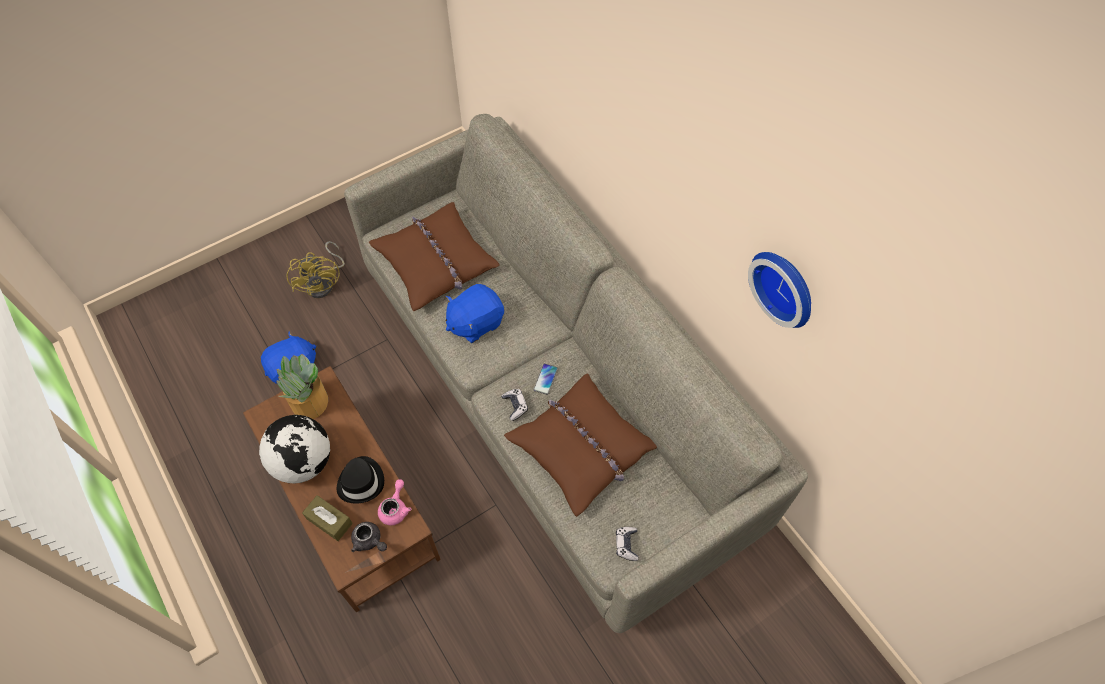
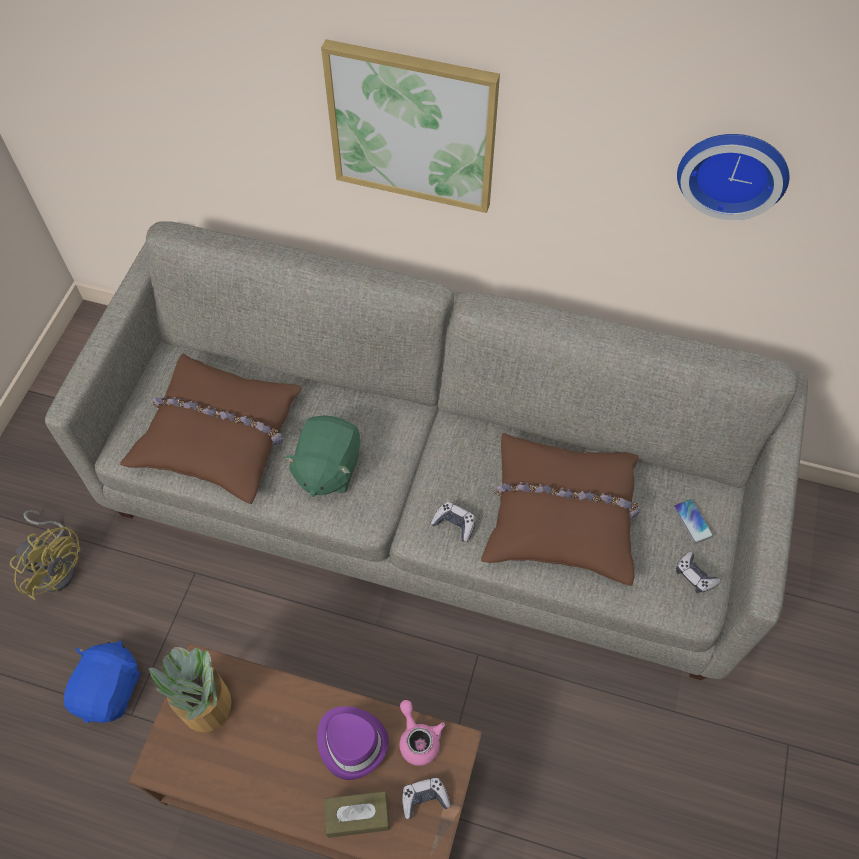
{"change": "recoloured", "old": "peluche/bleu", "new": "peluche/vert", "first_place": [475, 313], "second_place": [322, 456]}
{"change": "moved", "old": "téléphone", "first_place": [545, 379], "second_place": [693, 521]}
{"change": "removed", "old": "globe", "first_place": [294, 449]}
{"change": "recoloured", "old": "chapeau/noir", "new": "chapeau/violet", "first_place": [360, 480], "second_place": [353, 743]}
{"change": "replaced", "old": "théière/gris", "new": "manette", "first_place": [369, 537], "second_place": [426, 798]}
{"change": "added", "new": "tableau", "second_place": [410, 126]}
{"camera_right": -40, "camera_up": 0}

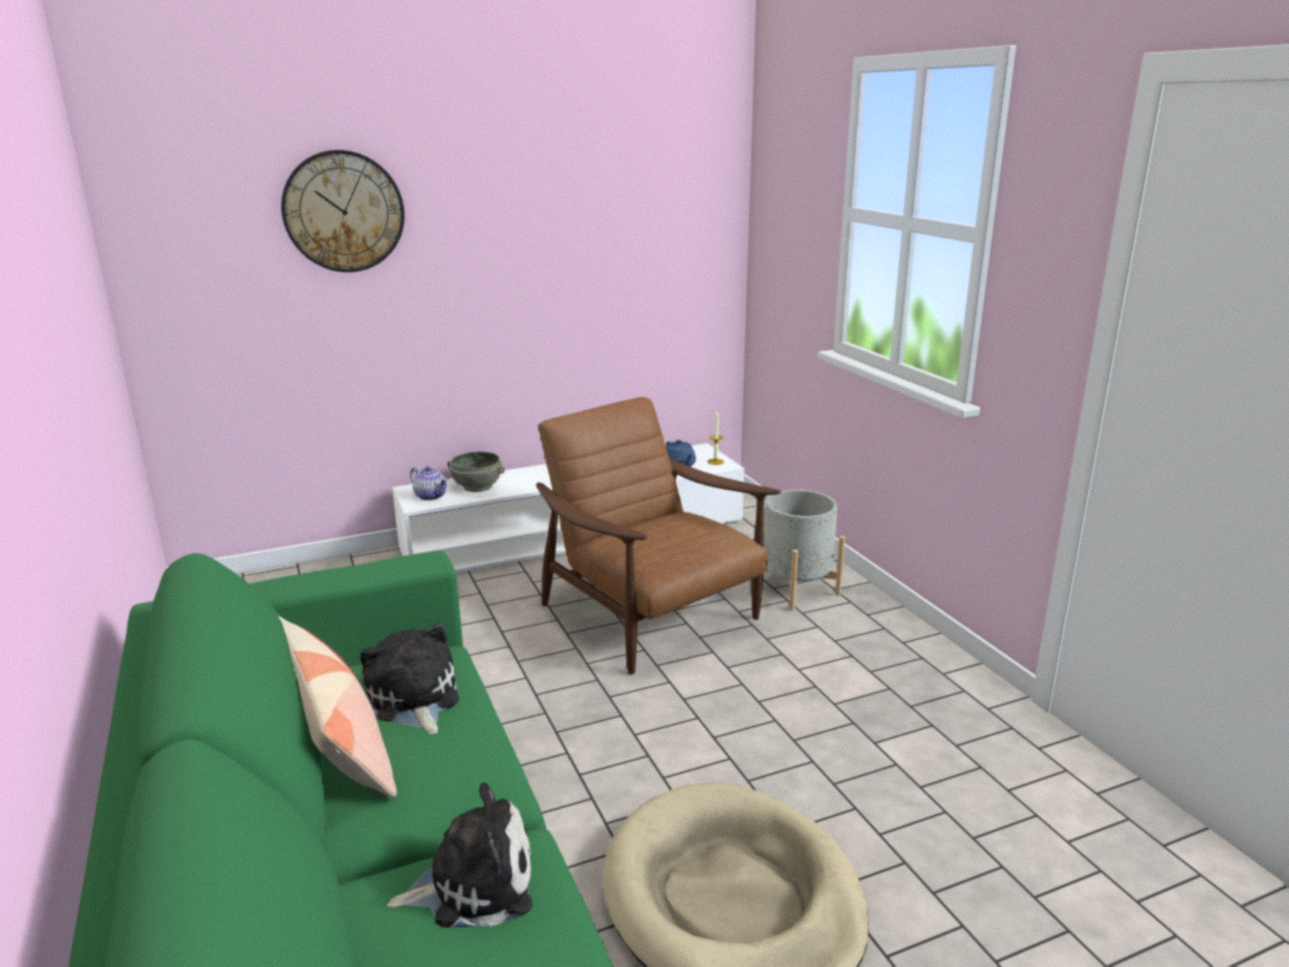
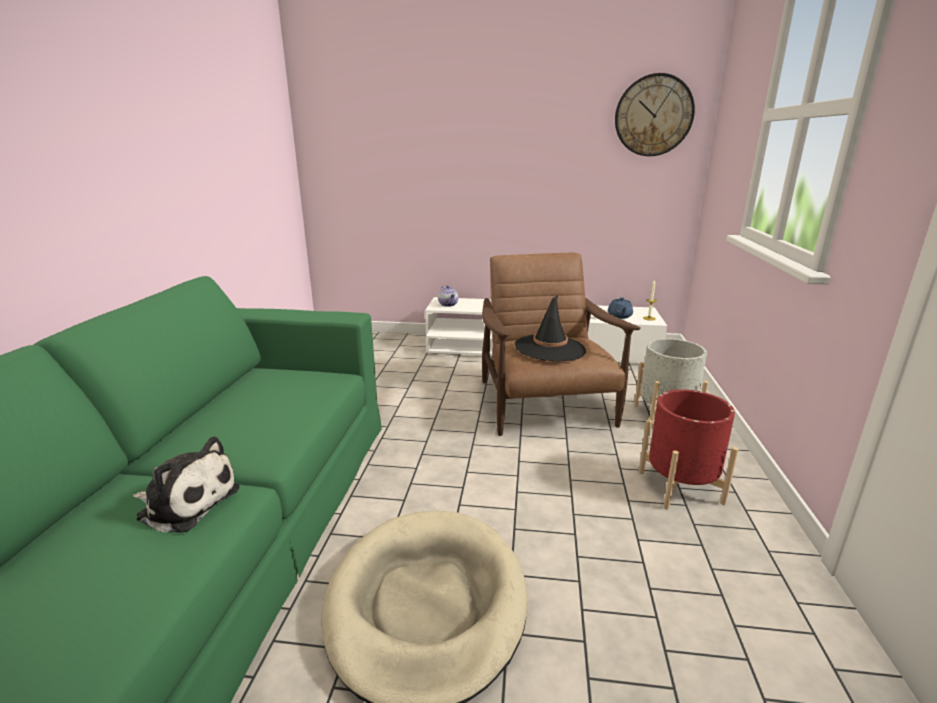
{"change": "moved", "old": "horloge murale", "first_place": [343, 211], "second_place": [655, 114]}
{"change": "removed", "old": "bol/gris", "first_place": [476, 472]}
{"change": "removed", "old": "coussin", "first_place": [337, 706]}
{"change": "removed", "old": "peluche", "first_place": [409, 678]}
{"change": "added", "new": "chapeau/noir", "second_place": [550, 328]}
{"change": "added", "new": "cache-pot/rouge", "second_place": [689, 449]}
{"camera_right": 30, "camera_up": 0}

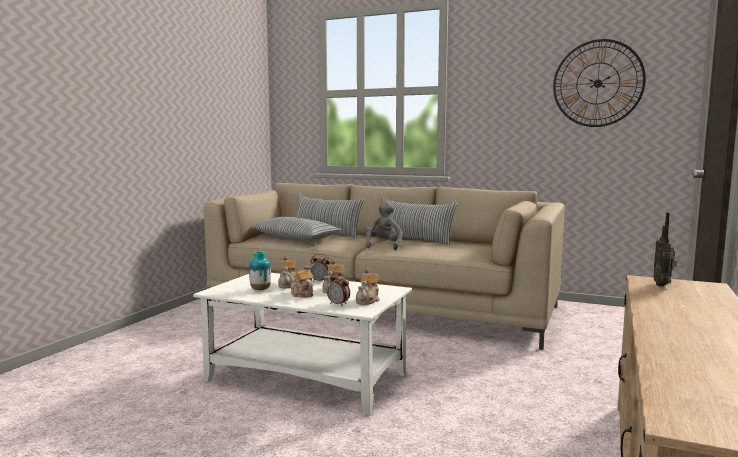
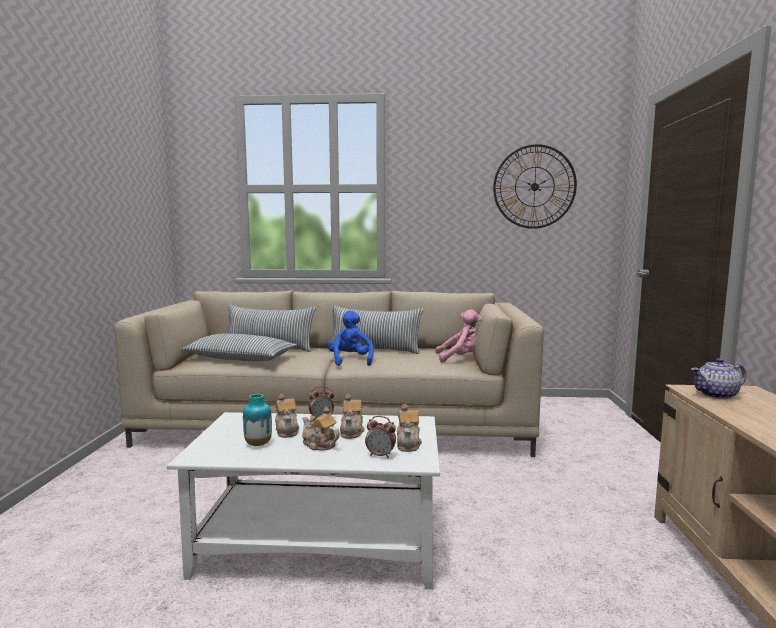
{"change": "recoloured", "old": "peluche/gris", "new": "peluche/bleu", "first_place": [384, 225], "second_place": [350, 338]}
{"change": "replaced", "old": "radio", "new": "théière", "first_place": [665, 249], "second_place": [718, 378]}
{"change": "added", "new": "peluche/rose", "second_place": [458, 336]}
{"camera_right": -20, "camera_up": 0}

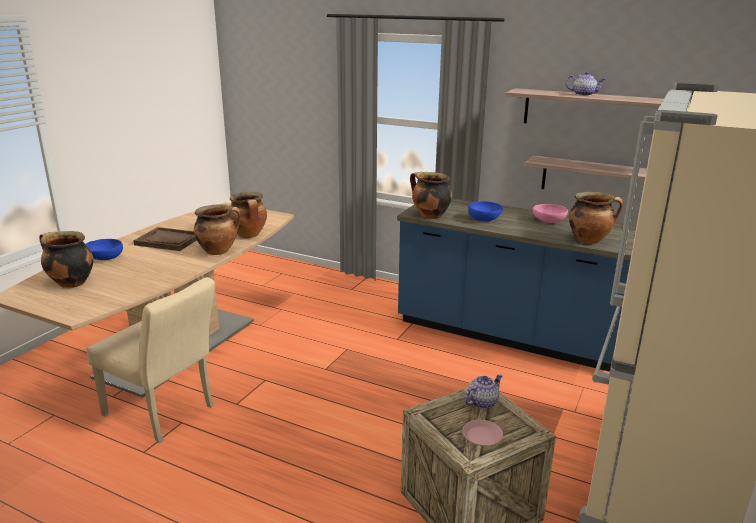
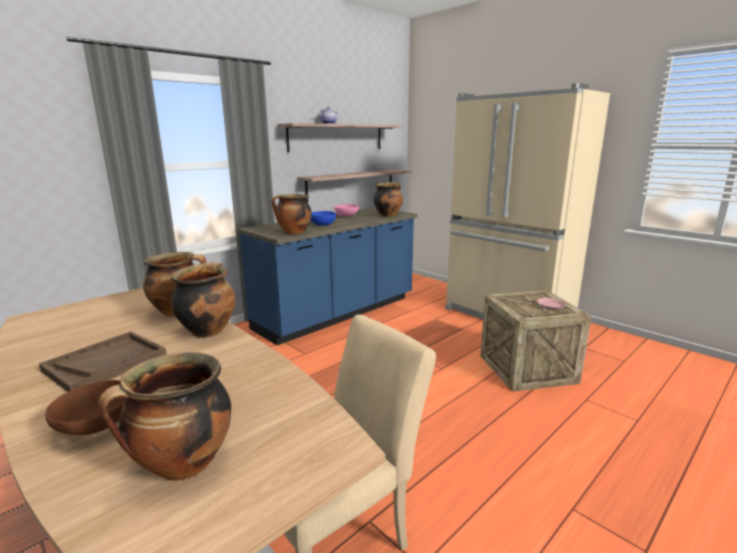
{"change": "recoloured", "old": "bol/bleu", "new": "bol/marron", "first_place": [104, 249], "second_place": [85, 407]}
{"change": "removed", "old": "théière", "first_place": [483, 391]}
{"camera_right": -70, "camera_up": -5}

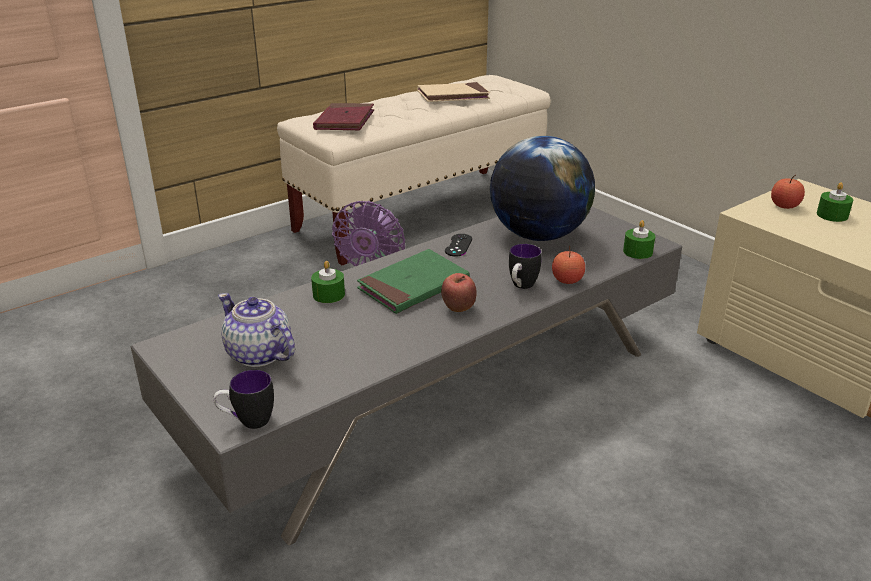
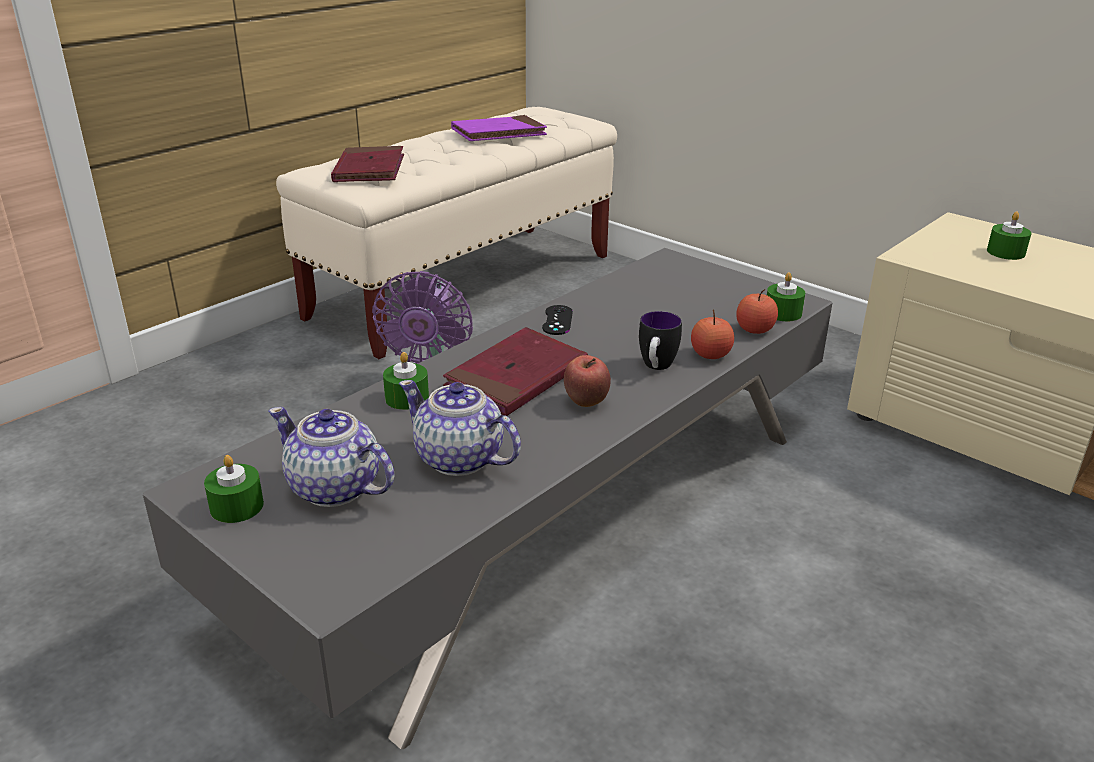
{"change": "recoloured", "old": "livre/beige", "new": "livre/violet", "first_place": [453, 92], "second_place": [499, 128]}
{"change": "removed", "old": "globe", "first_place": [542, 188]}
{"change": "moved", "old": "pomme", "first_place": [788, 192], "second_place": [757, 311]}
{"change": "recoloured", "old": "livre/vert", "new": "livre/rouge", "first_place": [413, 281], "second_place": [515, 371]}
{"change": "removed", "old": "mug", "first_place": [243, 399]}
{"change": "added", "new": "théière", "second_place": [460, 428]}
{"change": "added", "new": "bougie/vert", "second_place": [234, 489]}
{"camera_right": -10, "camera_up": 0}

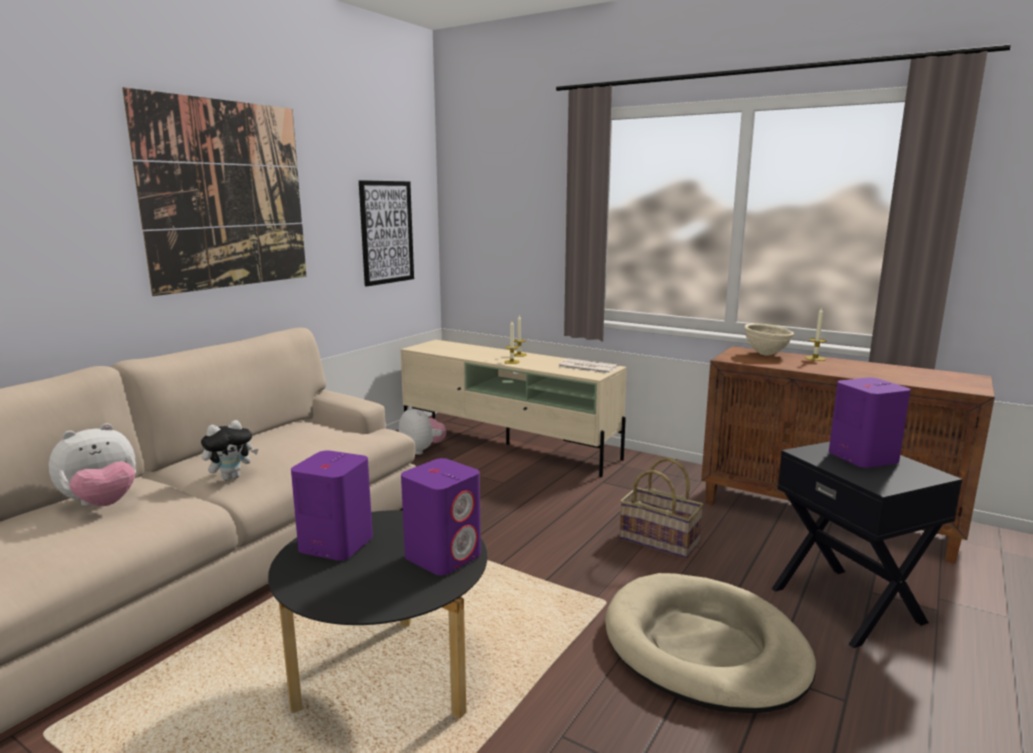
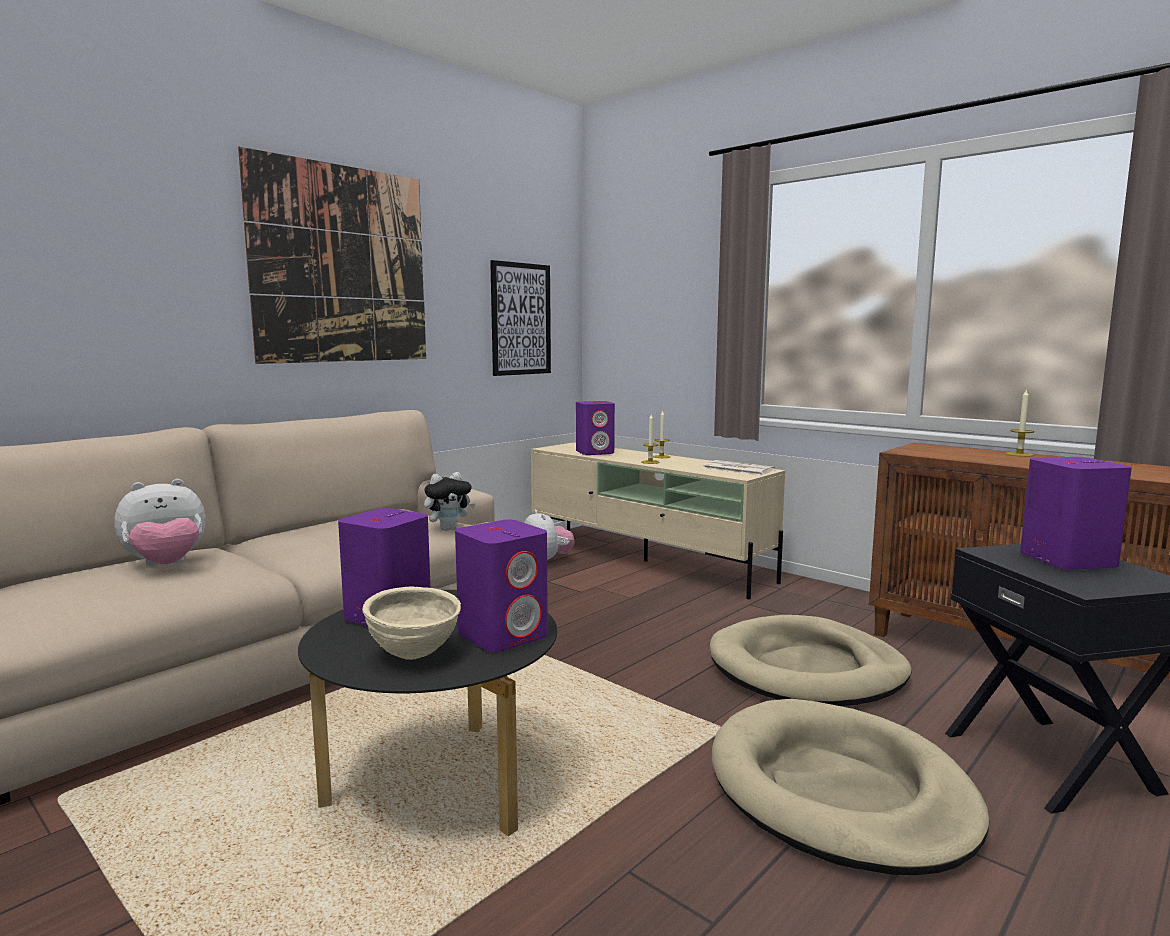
{"change": "moved", "old": "bol/beige", "first_place": [769, 339], "second_place": [411, 623]}
{"change": "moved", "old": "peluche", "first_place": [229, 450], "second_place": [450, 501]}
{"change": "replaced", "old": "panier", "new": "panier pour chien/beige", "first_place": [661, 507], "second_place": [811, 660]}
{"change": "added", "new": "enceinte/violet", "second_place": [595, 428]}
{"camera_right": 10, "camera_up": -5}

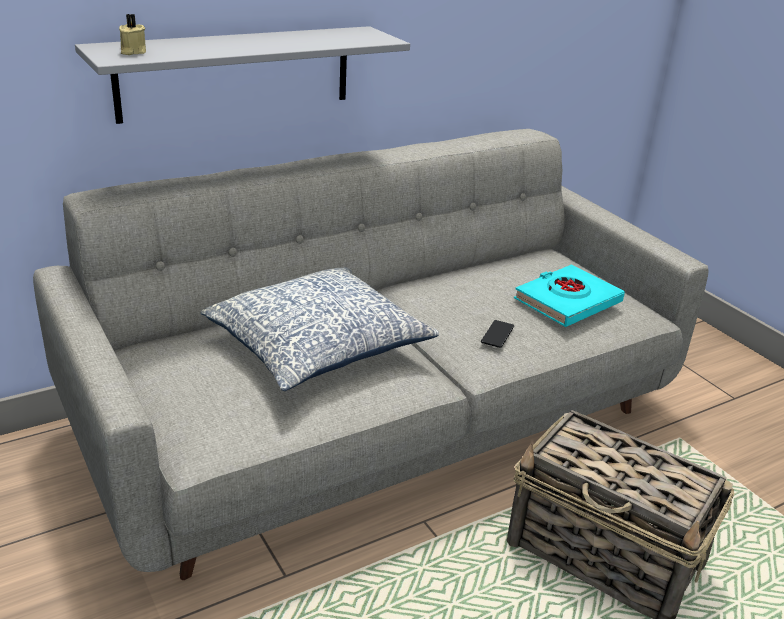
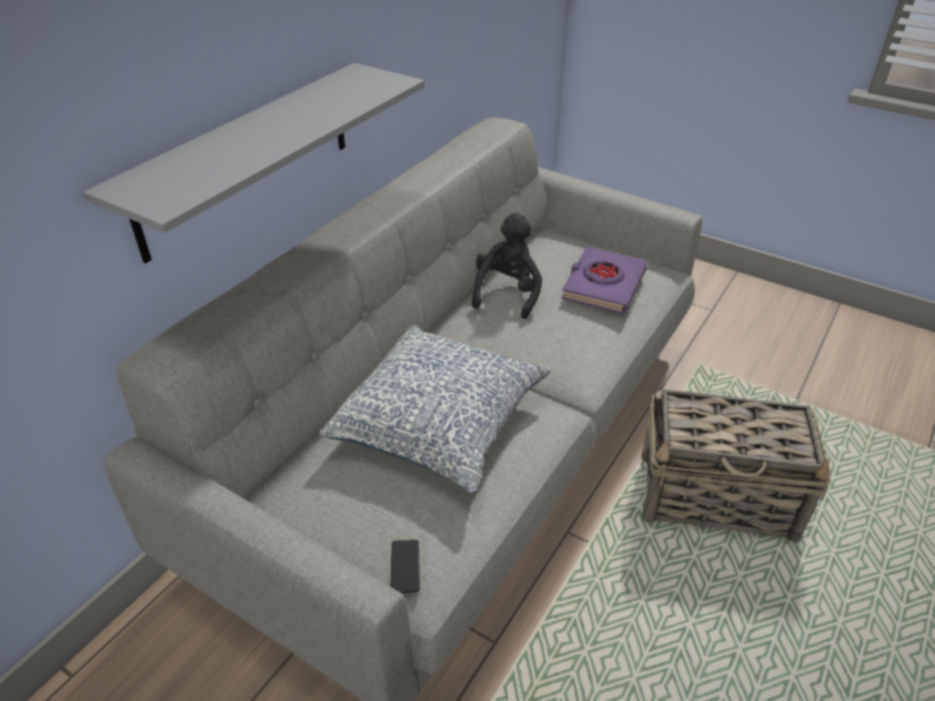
{"change": "removed", "old": "bougie/beige", "first_place": [132, 34]}
{"change": "recoloured", "old": "livre/turquoise", "new": "livre/violet", "first_place": [569, 295], "second_place": [604, 280]}
{"change": "moved", "old": "téléphone", "first_place": [497, 334], "second_place": [405, 566]}
{"change": "added", "new": "peluche/noir", "second_place": [507, 266]}
{"camera_right": -25, "camera_up": 10}

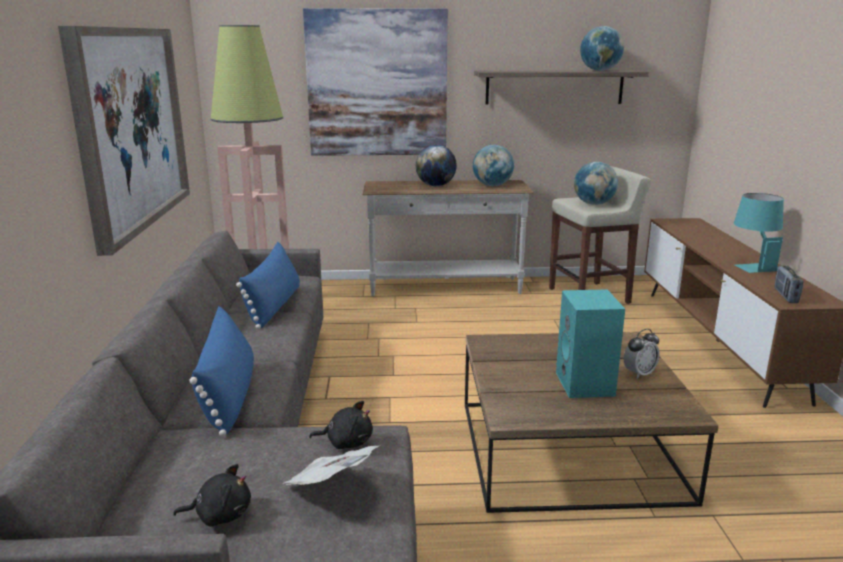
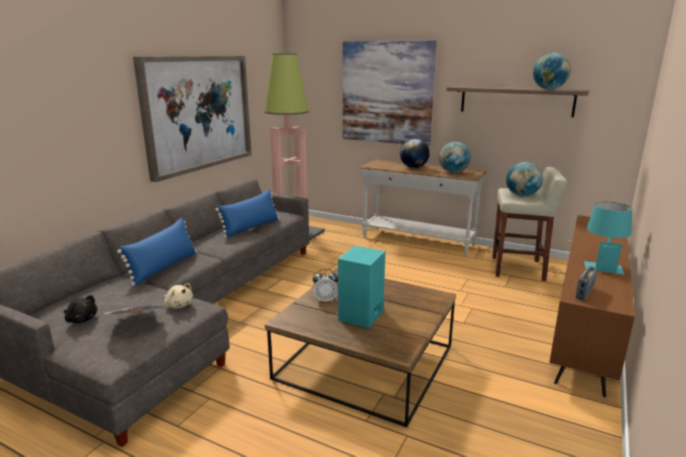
{"change": "moved", "old": "réveil", "first_place": [641, 354], "second_place": [325, 285]}
{"change": "recoloured", "old": "peluche/noir", "new": "peluche/beige", "first_place": [341, 425], "second_place": [178, 296]}
{"camera_right": 30, "camera_up": 0}

